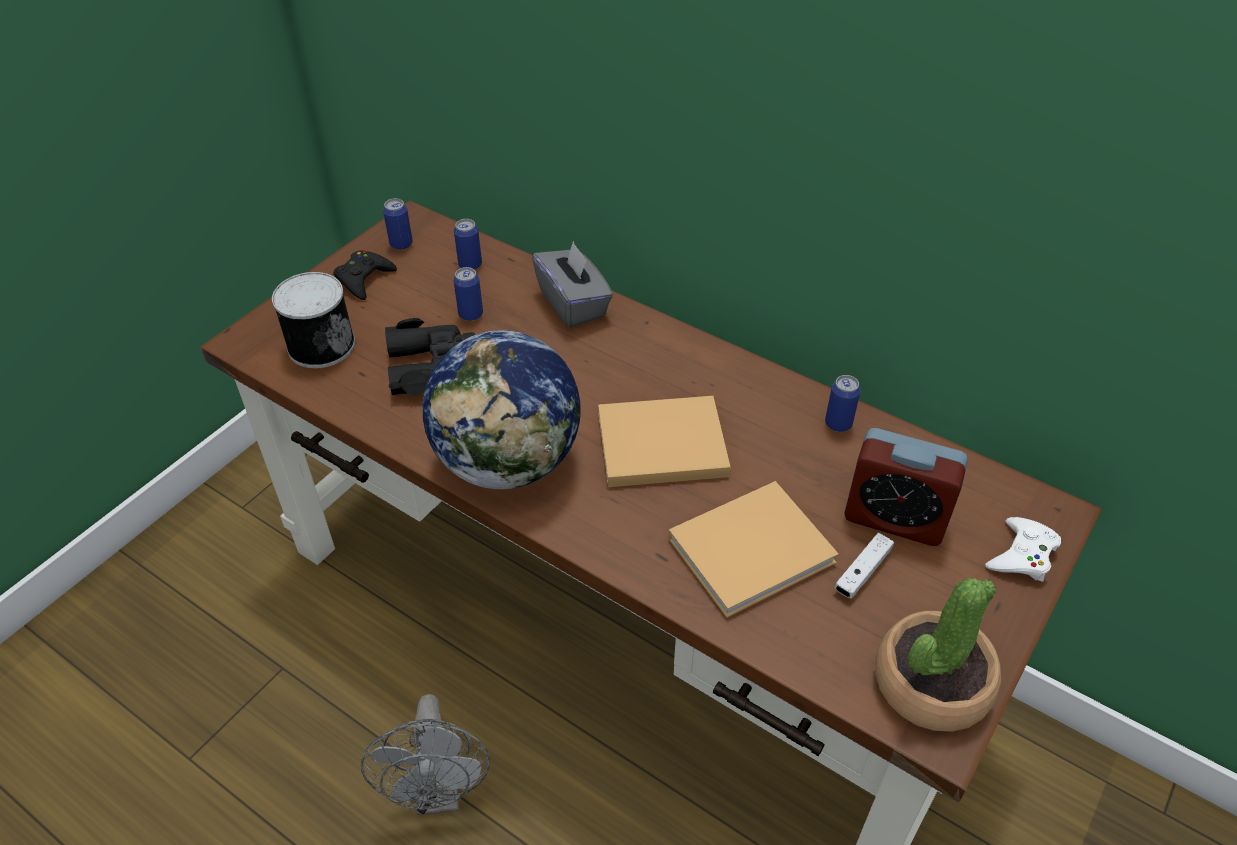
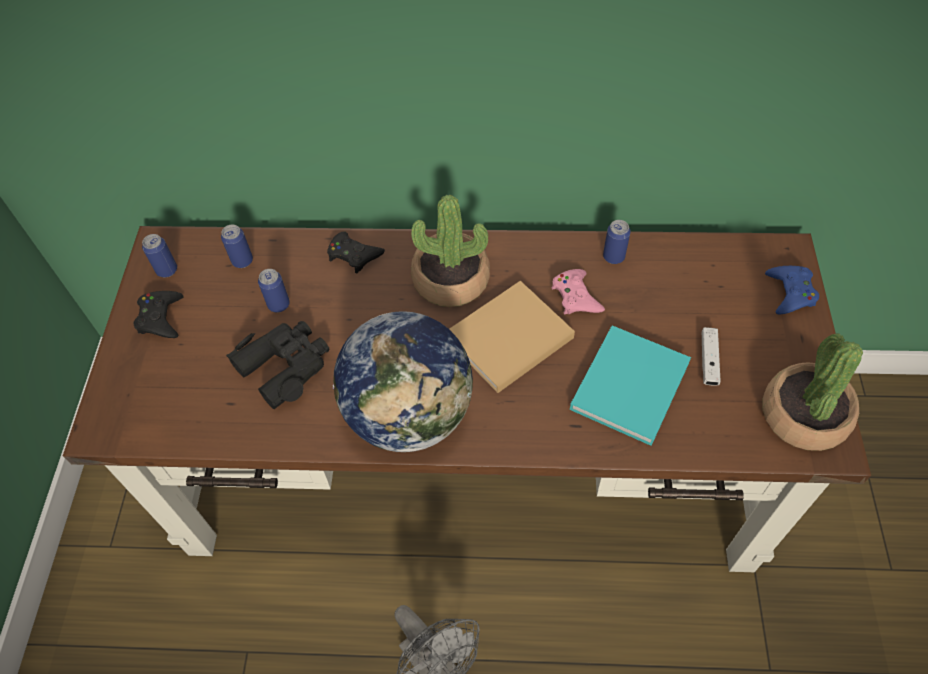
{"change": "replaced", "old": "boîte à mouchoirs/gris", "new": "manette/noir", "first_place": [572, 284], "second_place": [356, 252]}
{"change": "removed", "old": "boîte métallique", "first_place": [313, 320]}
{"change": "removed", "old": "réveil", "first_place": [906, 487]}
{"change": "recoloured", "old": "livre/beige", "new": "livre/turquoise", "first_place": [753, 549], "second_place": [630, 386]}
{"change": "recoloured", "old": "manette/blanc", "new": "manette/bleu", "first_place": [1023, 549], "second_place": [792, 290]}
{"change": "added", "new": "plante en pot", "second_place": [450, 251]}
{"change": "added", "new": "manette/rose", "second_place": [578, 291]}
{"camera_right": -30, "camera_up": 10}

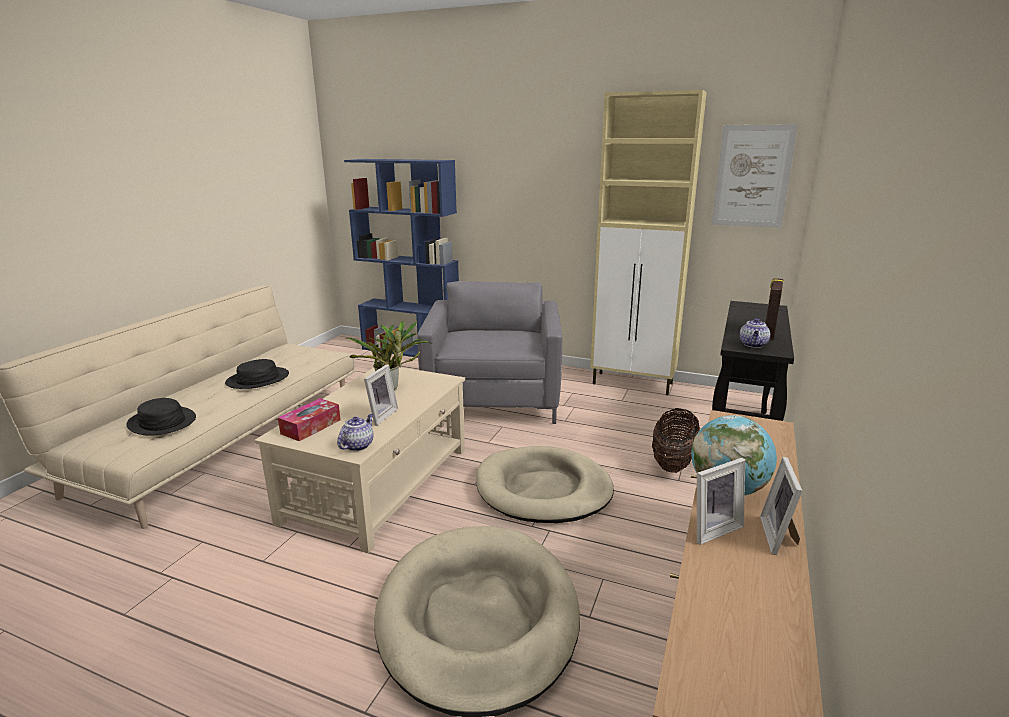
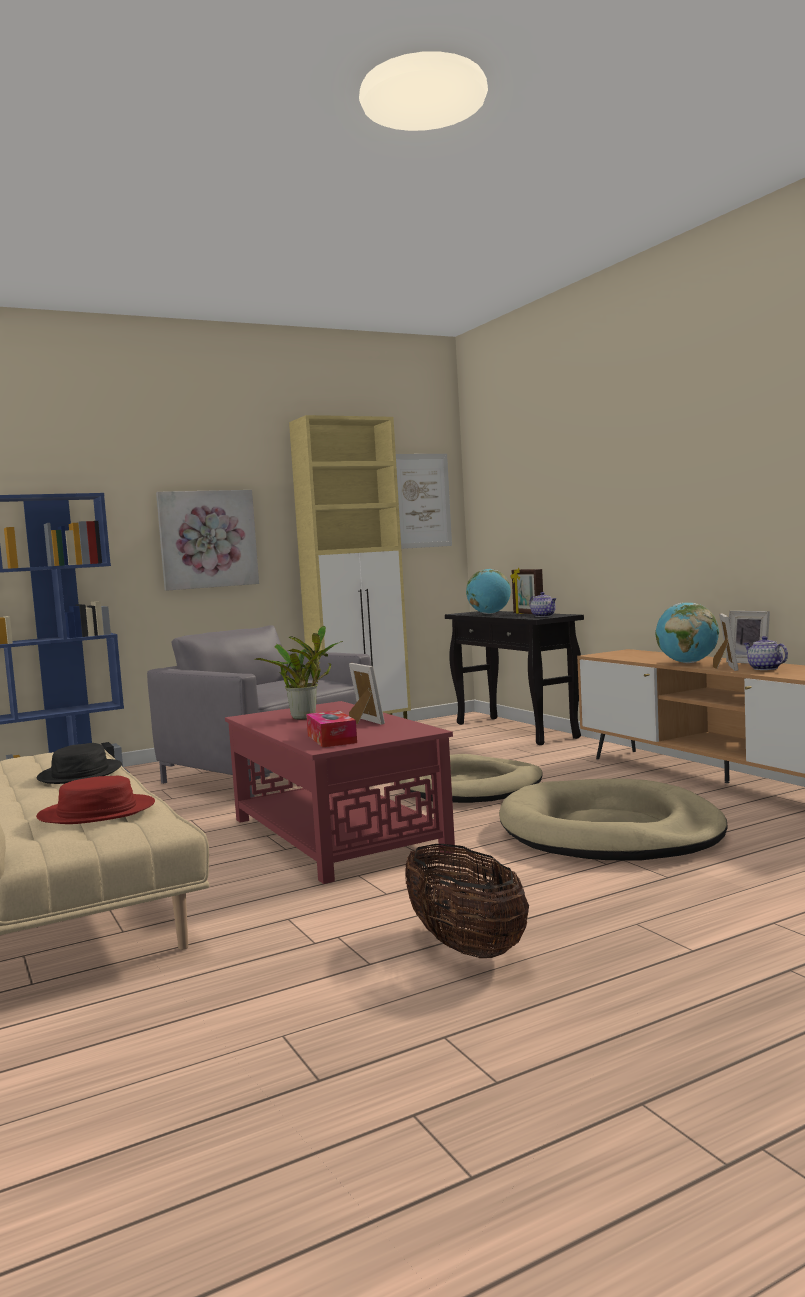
{"change": "recoloured", "old": "table basse/beige", "new": "table basse/rouge", "first_place": [359, 460], "second_place": [340, 792]}
{"change": "recoloured", "old": "chapeau/noir", "new": "chapeau/rouge", "first_place": [161, 417], "second_place": [95, 800]}
{"change": "moved", "old": "panier", "first_place": [676, 440], "second_place": [467, 901]}
{"change": "moved", "old": "théière", "first_place": [355, 432], "second_place": [765, 653]}
{"change": "added", "new": "tableau", "second_place": [207, 540]}
{"change": "added", "new": "globe", "second_place": [488, 591]}
{"camera_right": -50, "camera_up": -15}

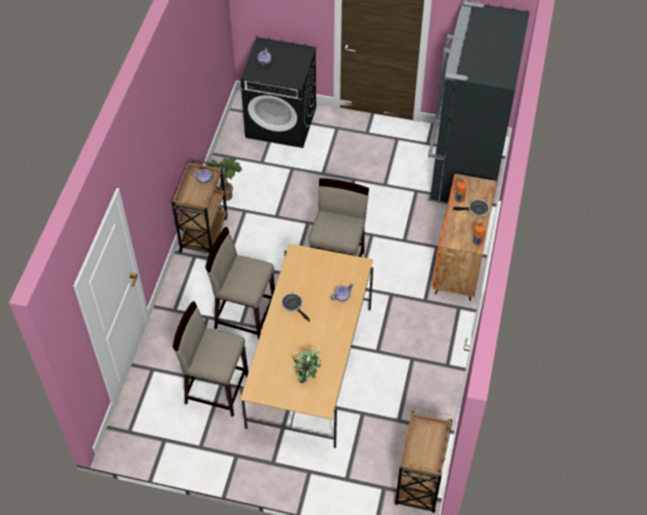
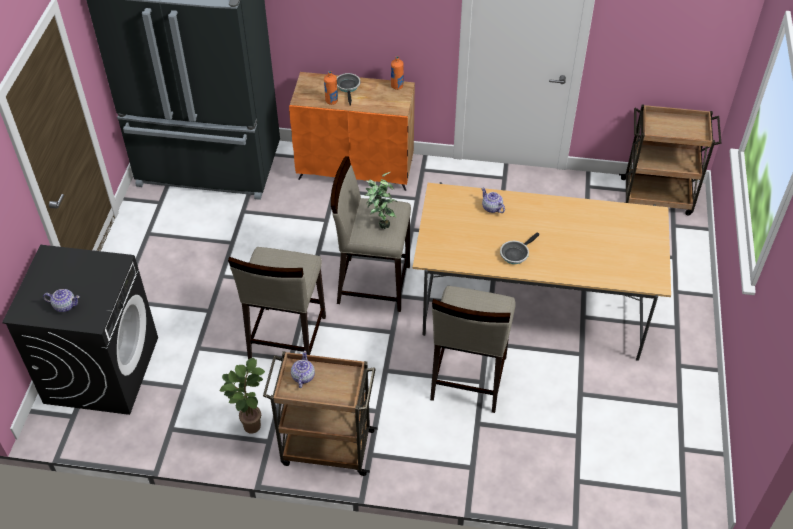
{"change": "moved", "old": "tabouret/beige", "first_place": [210, 359], "second_place": [277, 303]}
{"change": "moved", "old": "plante en pot", "first_place": [307, 365], "second_place": [380, 200]}
{"camera_right": -95, "camera_up": -5}

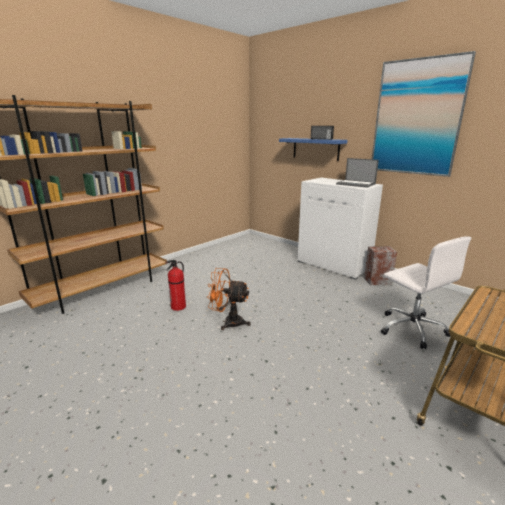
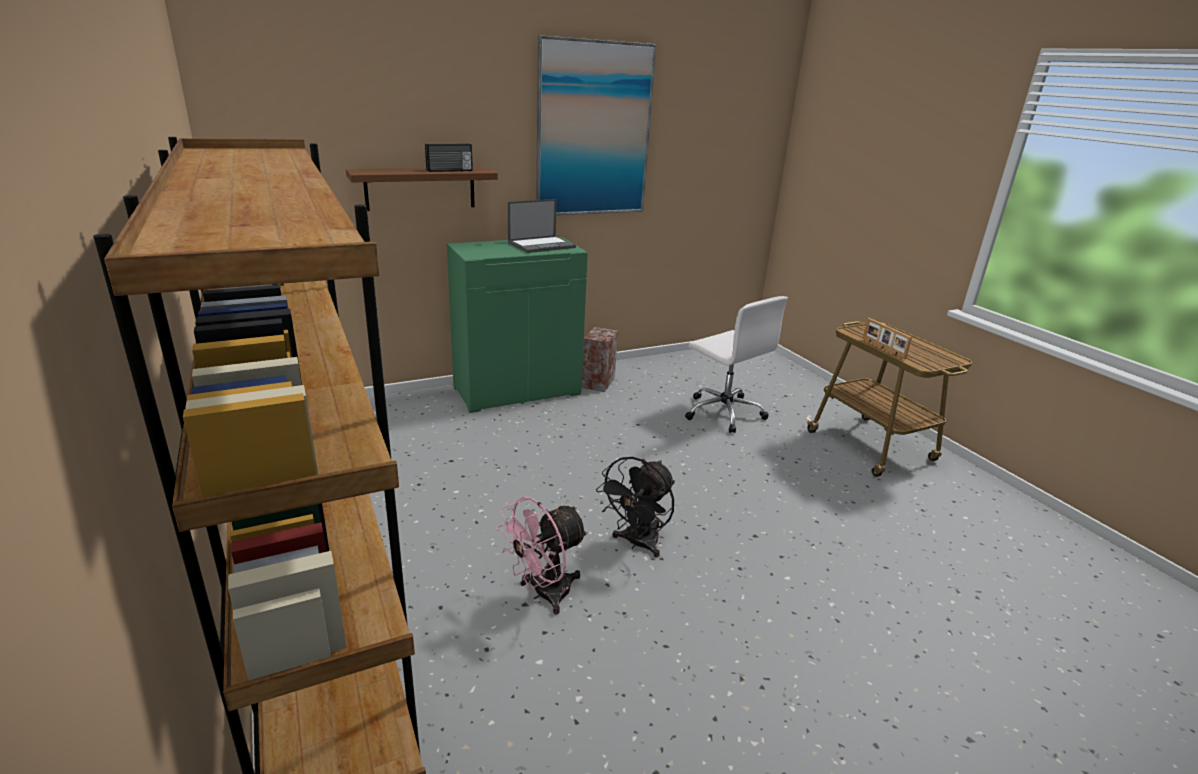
{"change": "recoloured", "old": "étagère/bleu", "new": "étagère/marron", "first_place": [313, 149], "second_place": [422, 189]}
{"change": "recoloured", "old": "meuble de rangement/blanc", "new": "meuble de rangement/vert", "first_place": [340, 229], "second_place": [517, 325]}
{"change": "turned", "old": "chaise de bureau/blanc", "first_place": [426, 292], "second_place": [736, 364], "degrees": 60}
{"change": "replaced", "old": "extincteur", "new": "ventilateur/rose", "first_place": [175, 285], "second_place": [542, 556]}
{"change": "recoloured", "old": "ventilateur/orange", "new": "ventilateur/noir", "first_place": [228, 299], "second_place": [635, 507]}
{"change": "added", "new": "cadre photo", "second_place": [887, 338]}
{"camera_right": -70, "camera_up": 5}

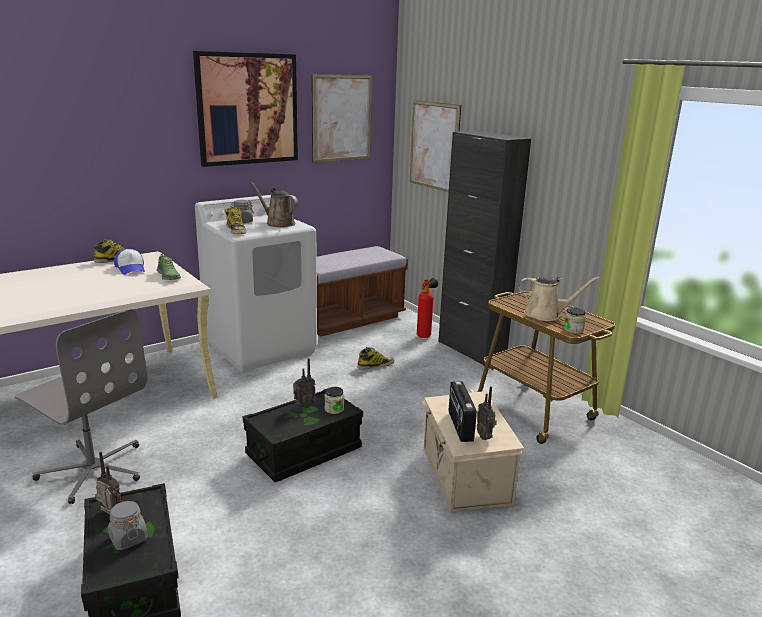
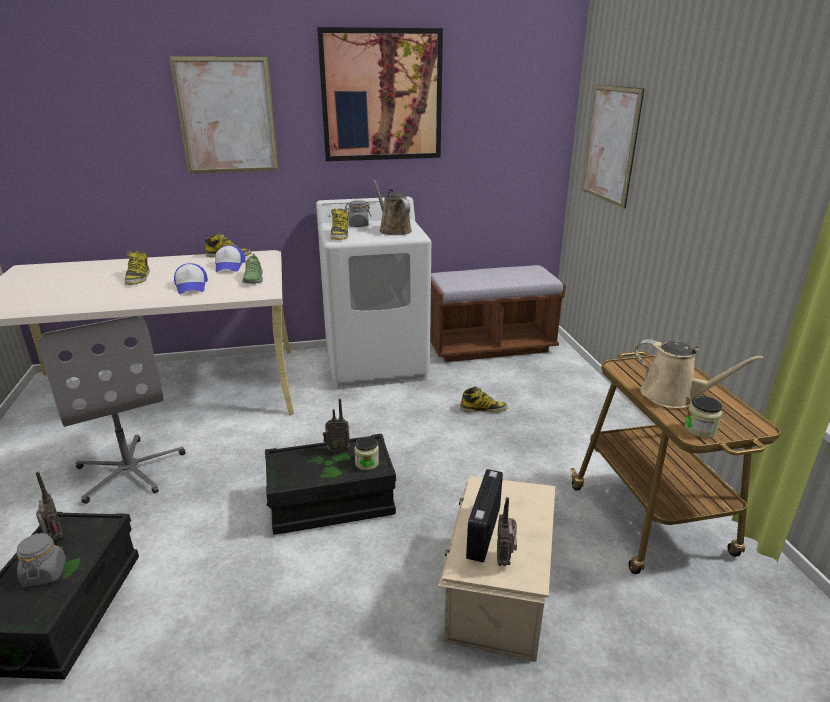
{"change": "moved", "old": "tableau", "first_place": [342, 118], "second_place": [224, 115]}
{"change": "removed", "old": "meuble de rangement/noir", "first_place": [484, 249]}
{"change": "removed", "old": "extincteur", "first_place": [427, 308]}
{"change": "added", "new": "botte", "second_place": [137, 268]}
{"change": "added", "new": "casquette", "second_place": [191, 278]}
{"camera_right": 25, "camera_up": 5}

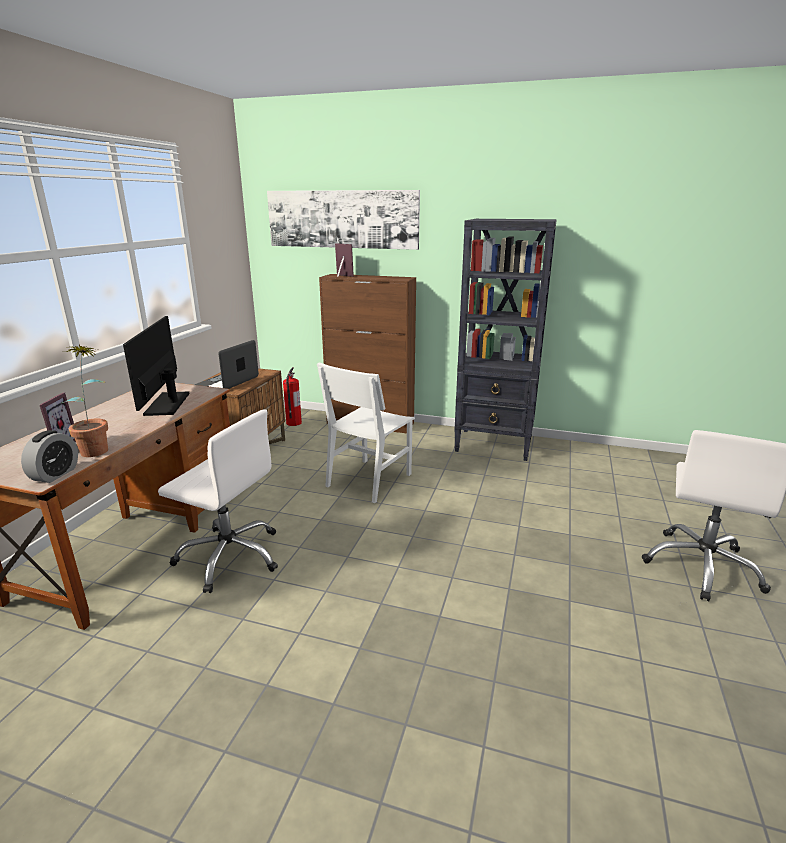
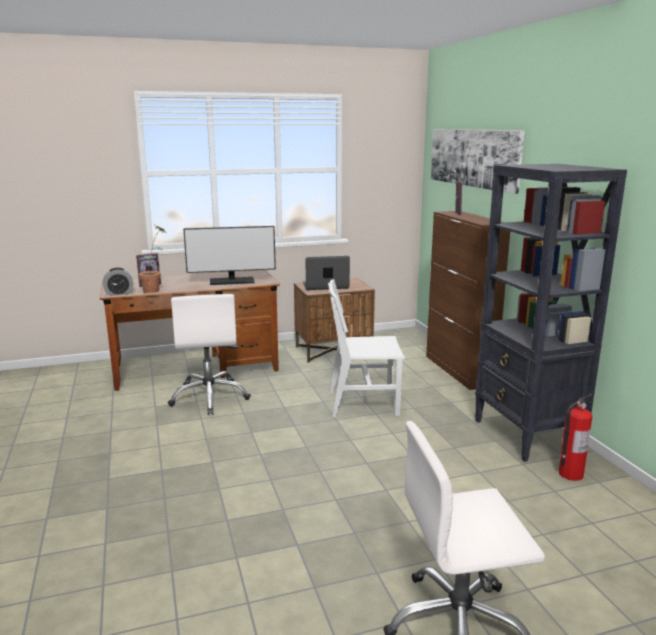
{"change": "turned", "old": "écran d'ordinateur", "first_place": [156, 366], "second_place": [229, 255], "degrees": -150}
{"change": "moved", "old": "extincteur", "first_place": [292, 396], "second_place": [576, 437]}
{"camera_right": 55, "camera_up": -5}

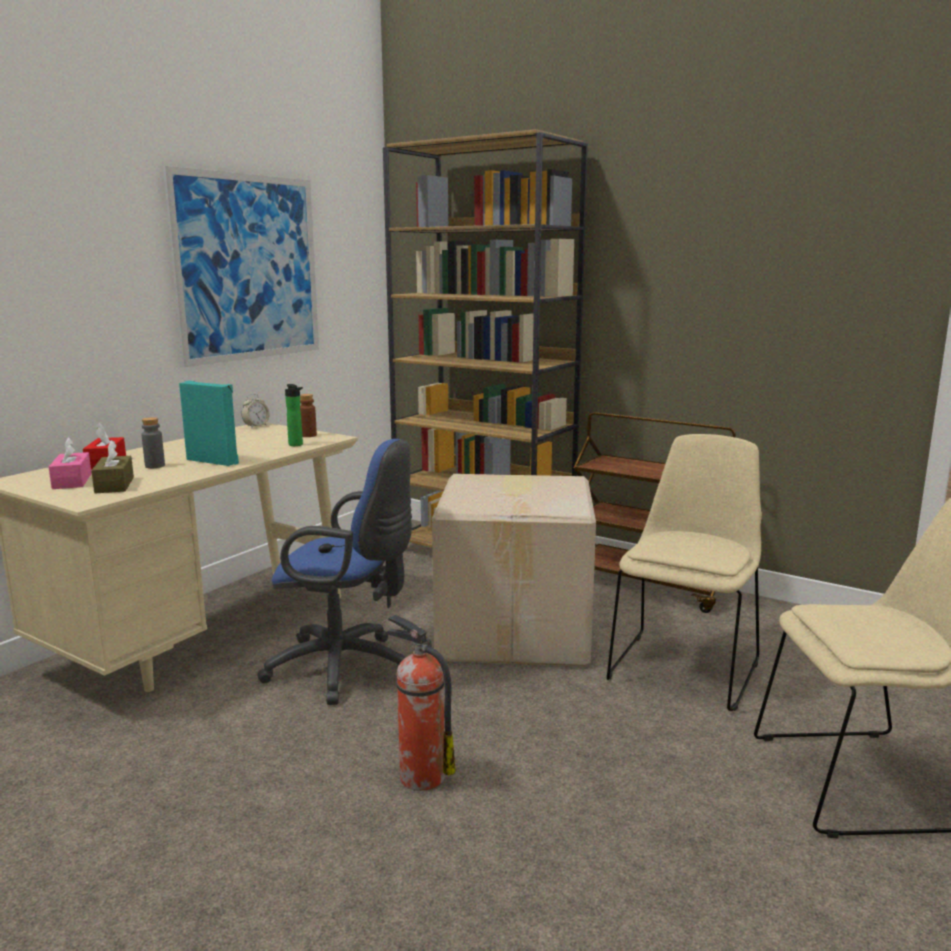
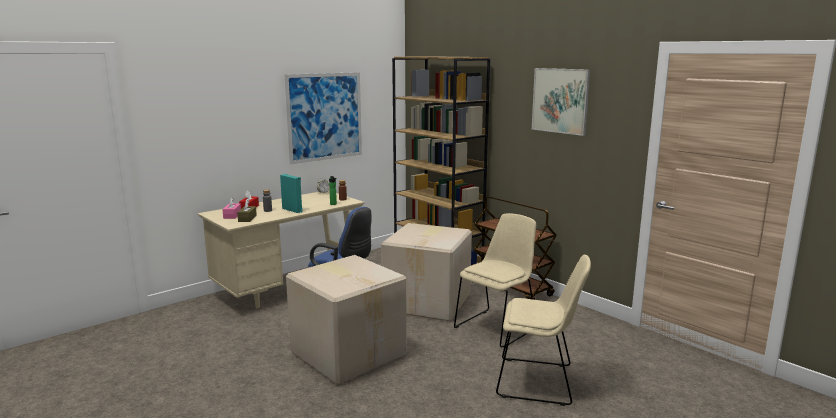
{"change": "replaced", "old": "extincteur", "new": "carton", "first_place": [420, 703], "second_place": [346, 320]}
{"change": "added", "new": "tableau", "second_place": [561, 102]}
{"camera_right": 15, "camera_up": 0}

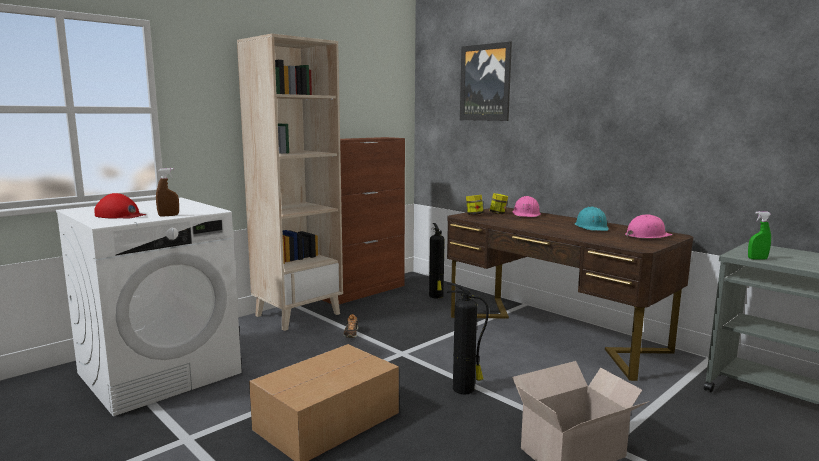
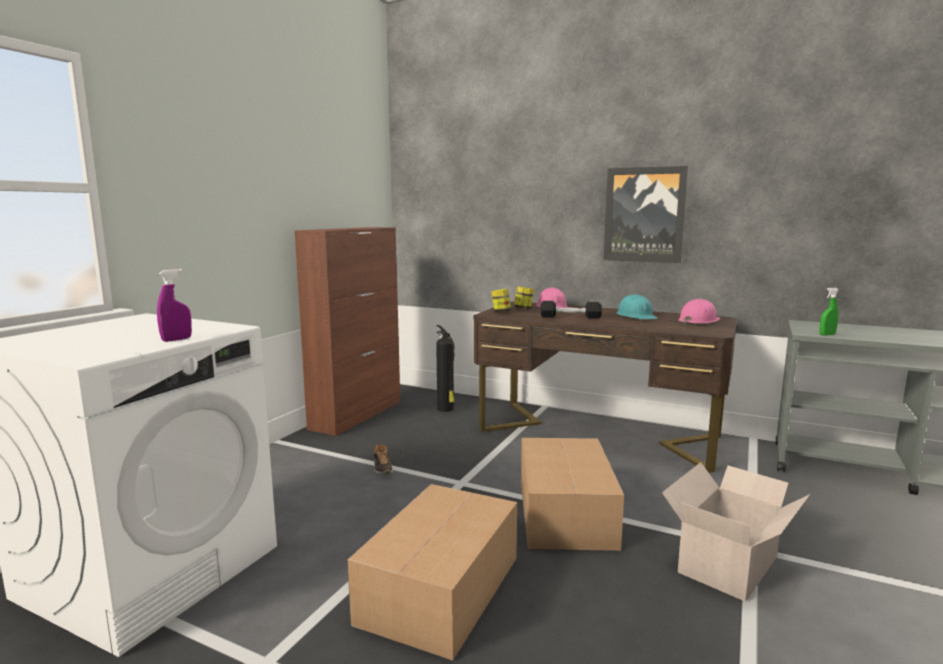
{"change": "removed", "old": "bibliothèque/beige", "first_place": [290, 182]}
{"change": "moved", "old": "tableau", "first_place": [486, 81], "second_place": [645, 214]}
{"change": "recoloured", "old": "vaporisateur/marron", "new": "vaporisateur/violet", "first_place": [167, 192], "second_place": [174, 305]}
{"change": "removed", "old": "casquette/rouge", "first_place": [120, 206]}
{"change": "replaced", "old": "extincteur", "new": "carton", "first_place": [468, 338], "second_place": [572, 494]}
{"change": "added", "new": "haltère/noir", "second_place": [571, 310]}
{"camera_right": -20, "camera_up": 0}

